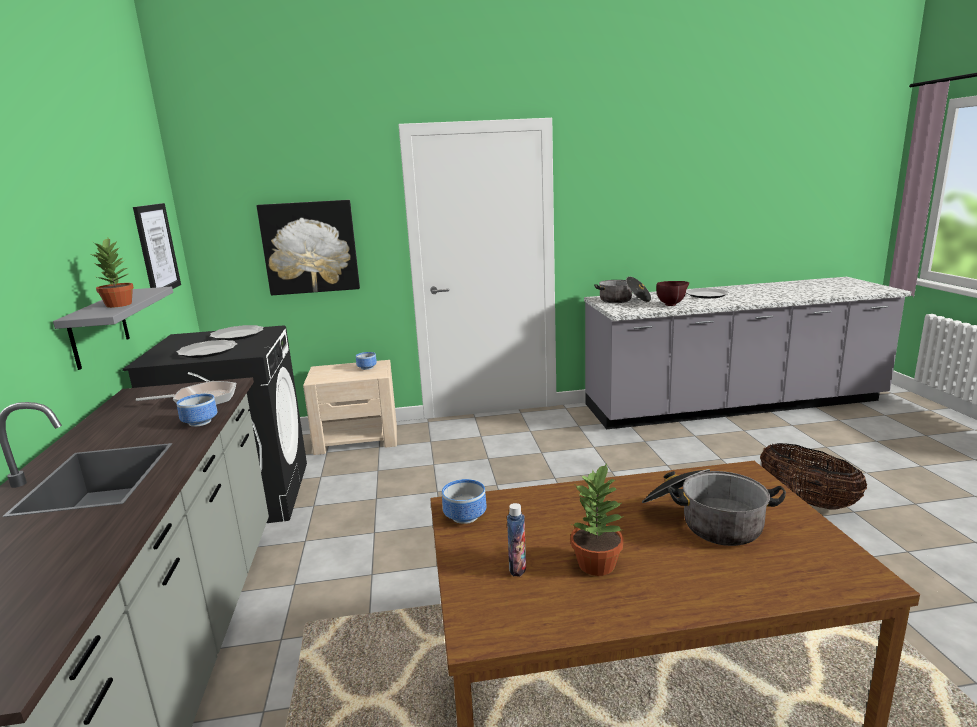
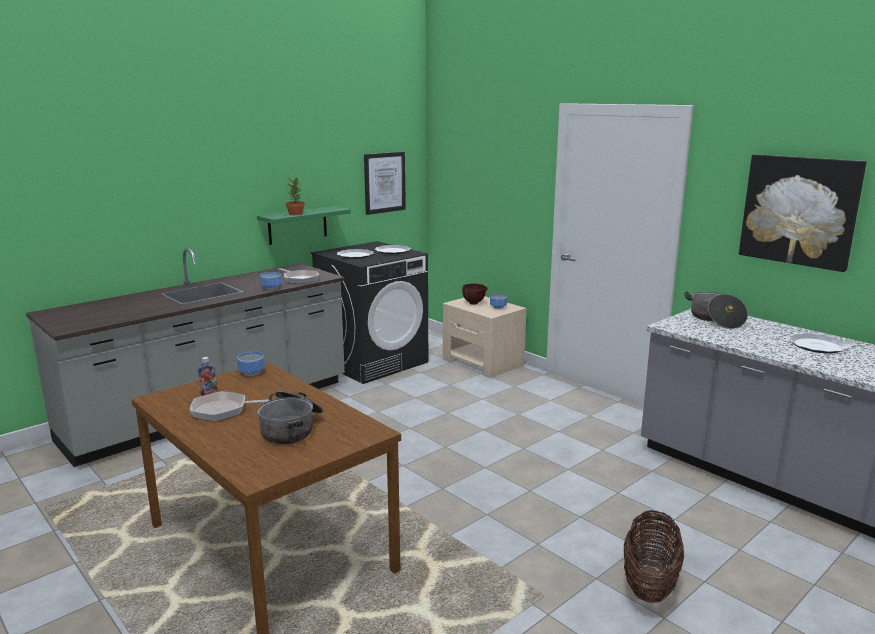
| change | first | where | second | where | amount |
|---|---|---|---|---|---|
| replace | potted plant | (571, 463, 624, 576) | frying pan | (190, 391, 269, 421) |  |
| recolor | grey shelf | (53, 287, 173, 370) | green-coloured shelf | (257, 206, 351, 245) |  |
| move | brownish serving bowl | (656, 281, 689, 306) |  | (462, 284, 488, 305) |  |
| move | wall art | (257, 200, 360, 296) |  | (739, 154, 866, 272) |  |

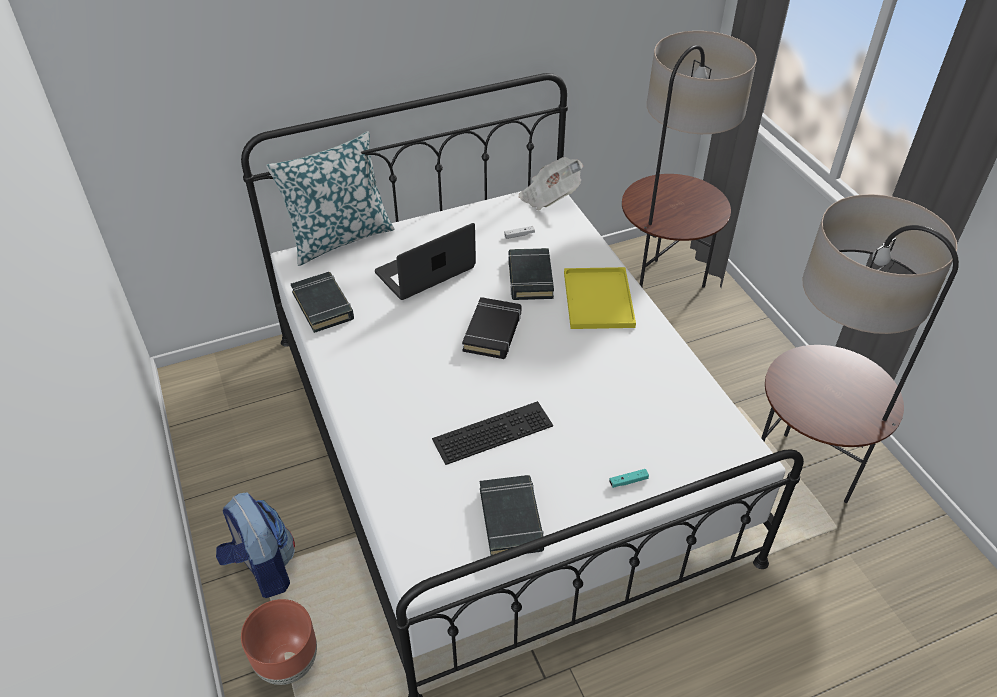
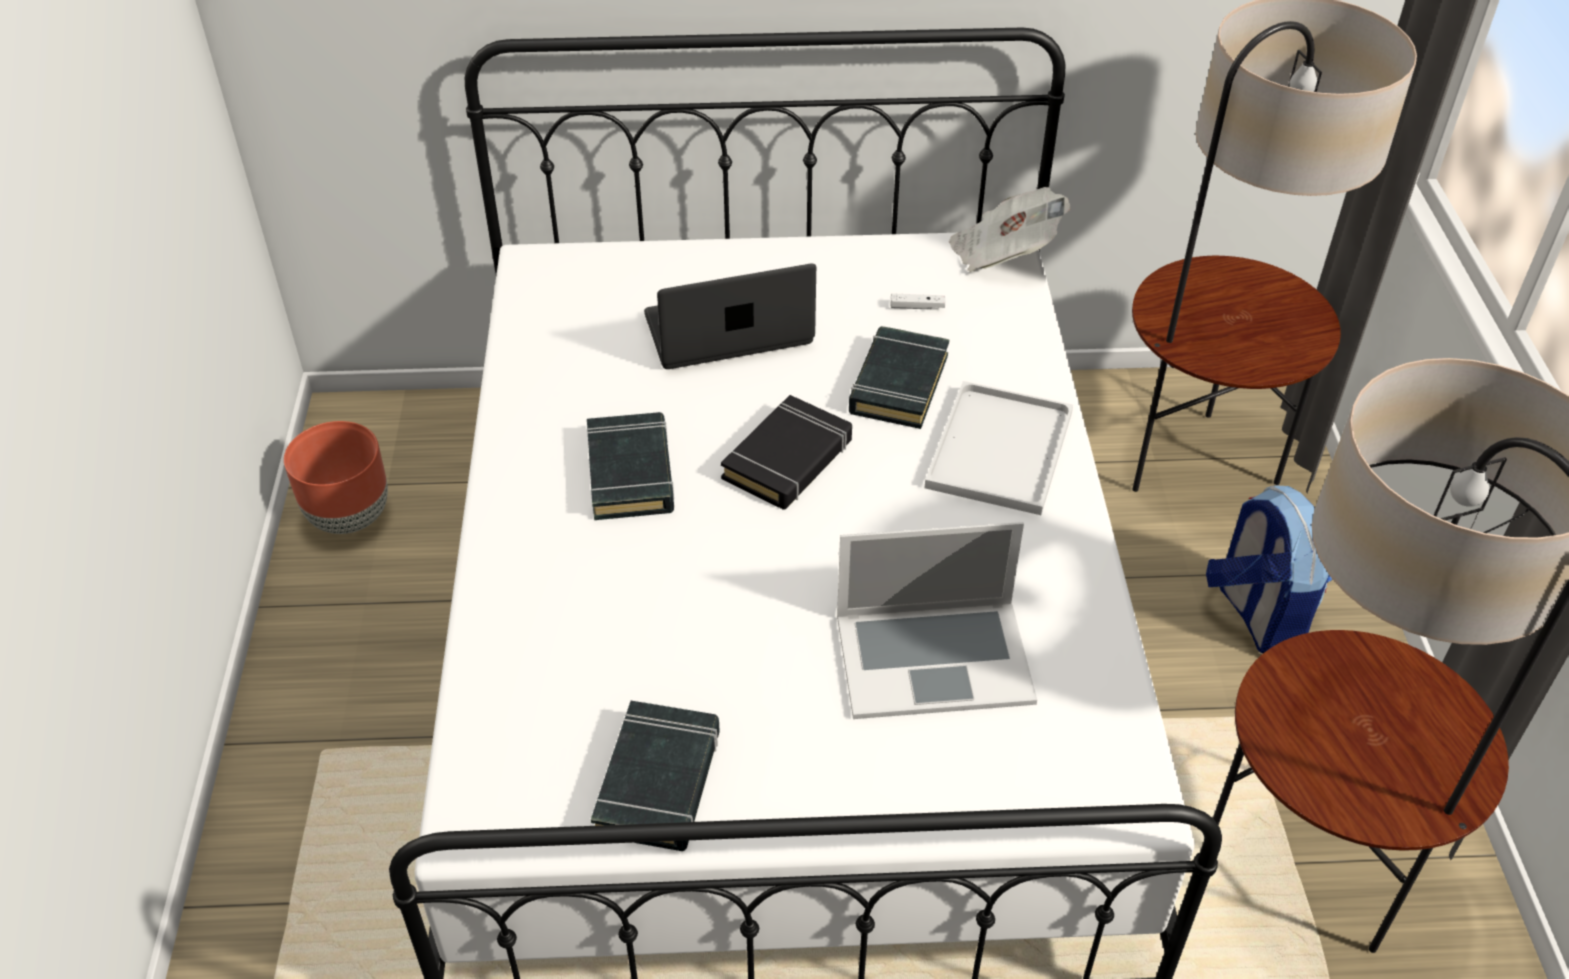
| change | first | where | second | where | amount |
|---|---|---|---|---|---|
| move | brownish planter | (241, 599, 317, 685) |  | (284, 421, 388, 534) |  |
| move | black volume | (291, 272, 354, 333) |  | (587, 412, 674, 520) |  |
| insert |  |  | portable computer | (837, 522, 1037, 719) |  |
| recolor | yellow-coloured tray | (564, 267, 636, 329) | white tray | (925, 381, 1073, 515) |  |
| move | knapsack | (216, 493, 295, 598) |  | (1206, 485, 1332, 654) |  |
| delete | cushion | (266, 131, 394, 266) |  |  |  |
| delete | PC keyboard | (432, 401, 553, 465) |  |  |  |
| delete | turquoise game controller | (609, 469, 649, 488) |  |  |  |

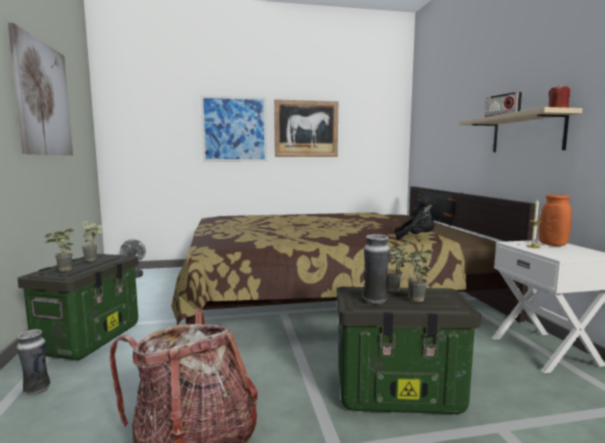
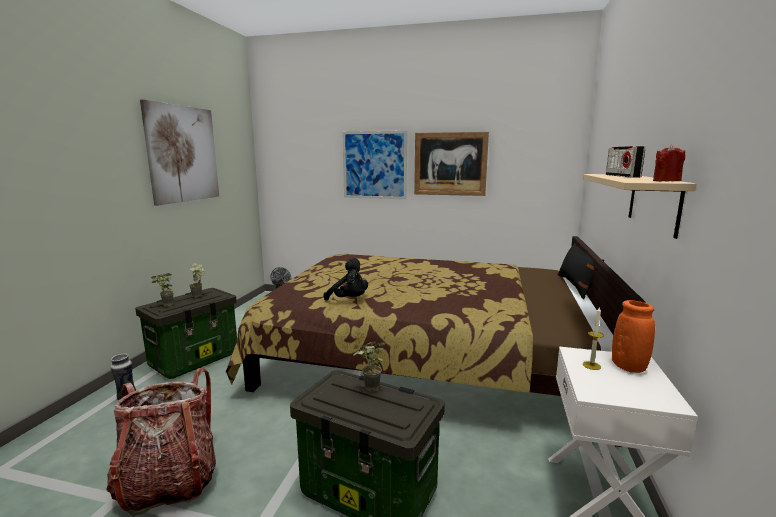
| change | first | where | second | where | amount |
|---|---|---|---|---|---|
| move | black plush toy | (395, 195, 436, 240) |  | (324, 258, 368, 301) |  |
| delete | decorative vase | (363, 234, 390, 304) |  |  |  |
| delete | potted plant | (400, 249, 434, 302) |  |  |  |

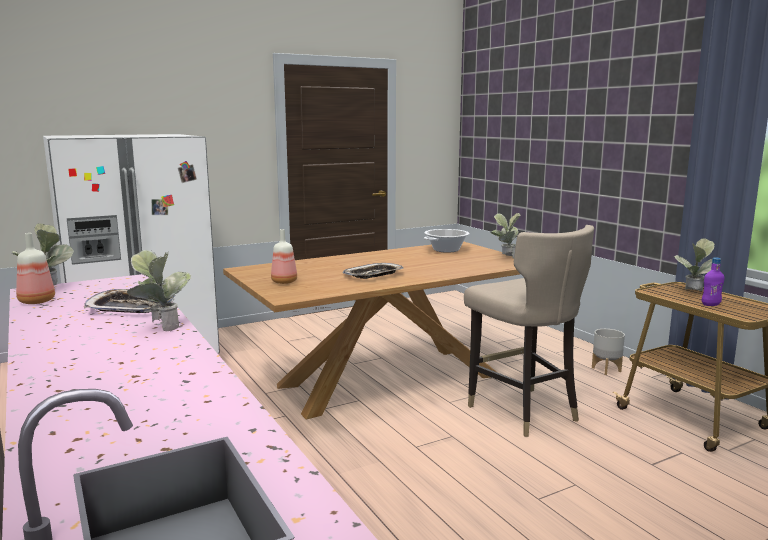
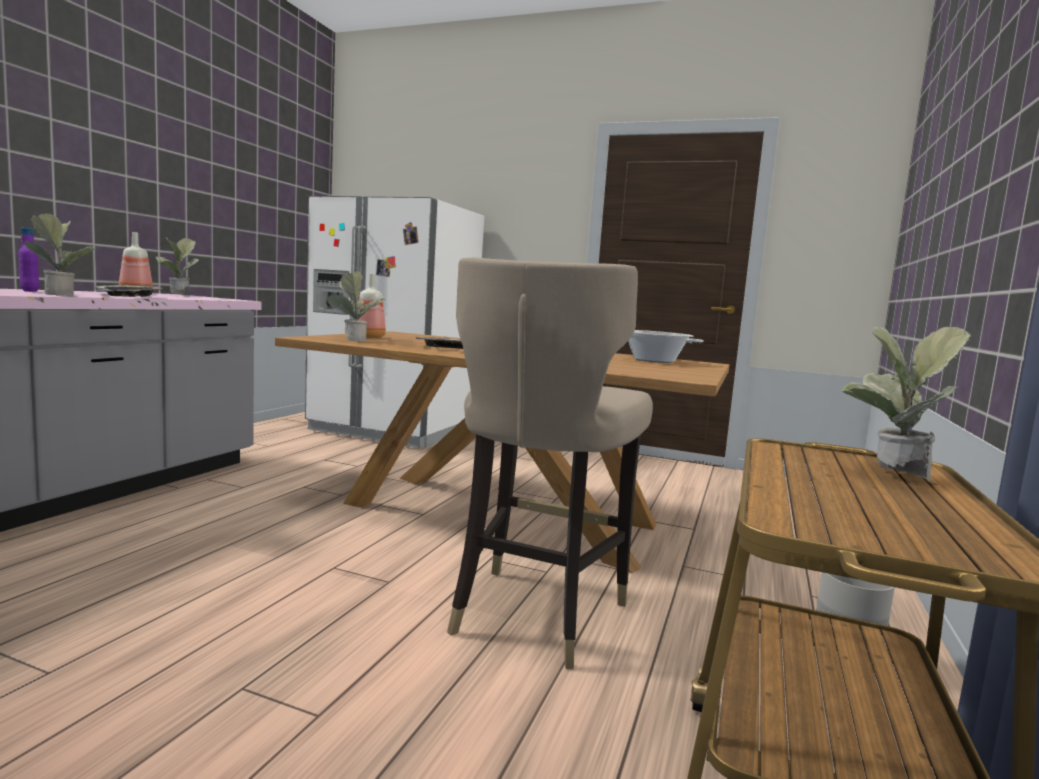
| change | first | where | second | where | amount |
|---|---|---|---|---|---|
| move | purplish bottle | (702, 257, 724, 306) |  | (19, 228, 40, 292) |  |
| move | potted plant | (491, 213, 521, 259) |  | (326, 271, 385, 342) |  |

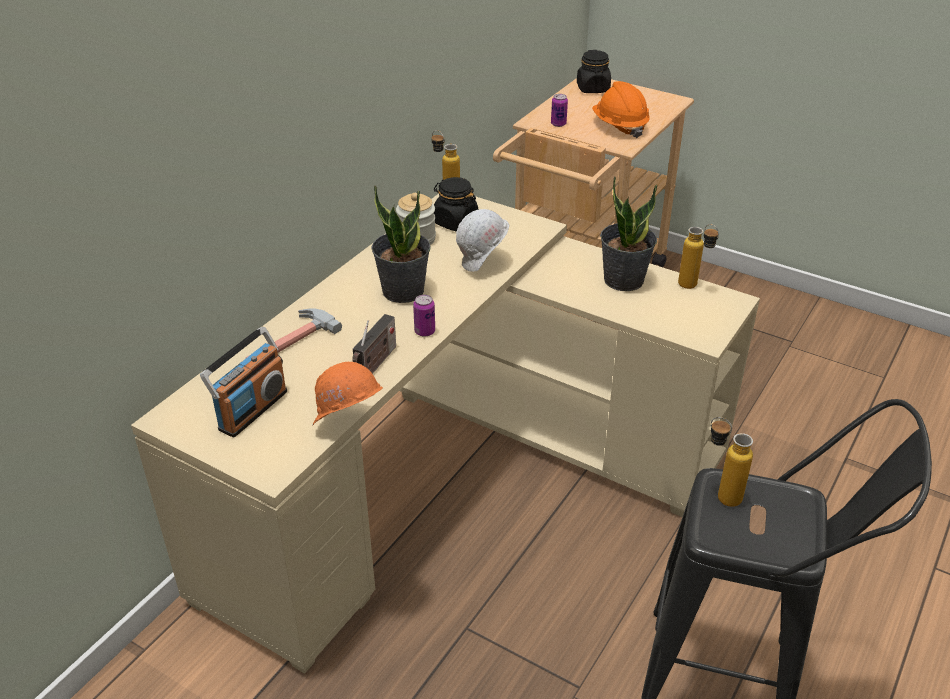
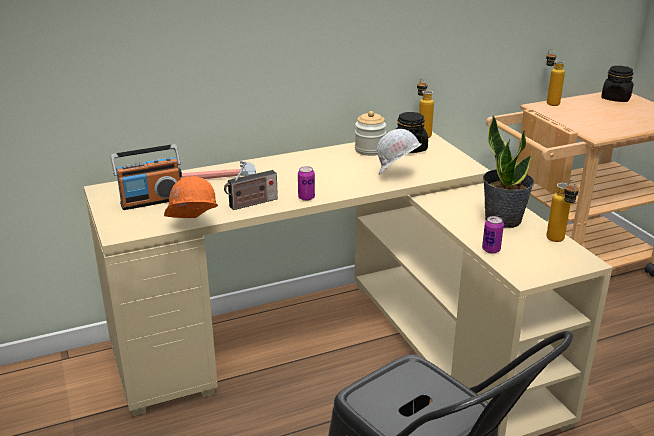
| change | first | where | second | where | amount |
|---|---|---|---|---|---|
| move | sealed can | (551, 94, 568, 127) |  | (482, 216, 504, 254) |  |
| move | bottle | (710, 417, 753, 507) |  | (546, 49, 565, 106) |  |
| delete | potted plant | (371, 185, 431, 303) |  |  |  |
| delete | orange work helmet | (592, 81, 650, 138) |  |  |  |

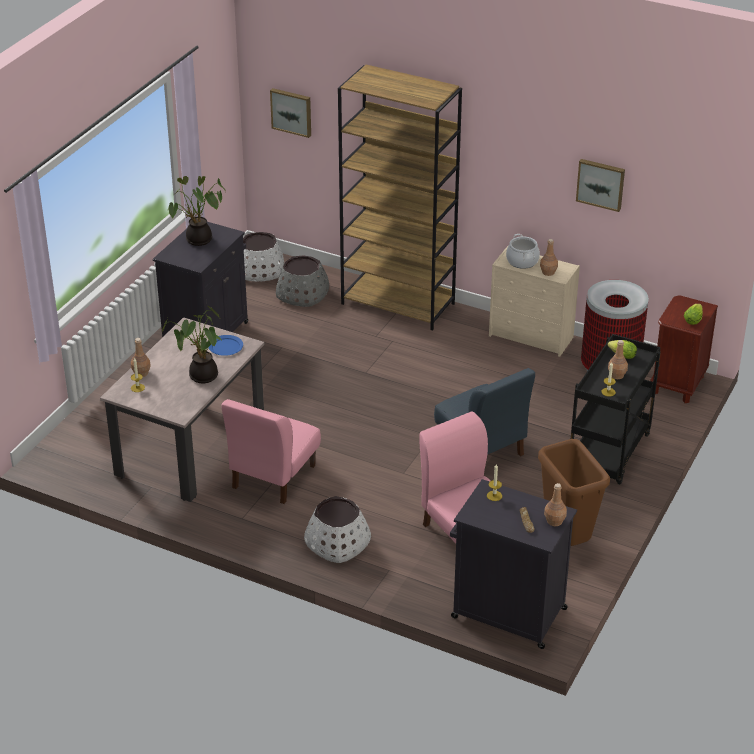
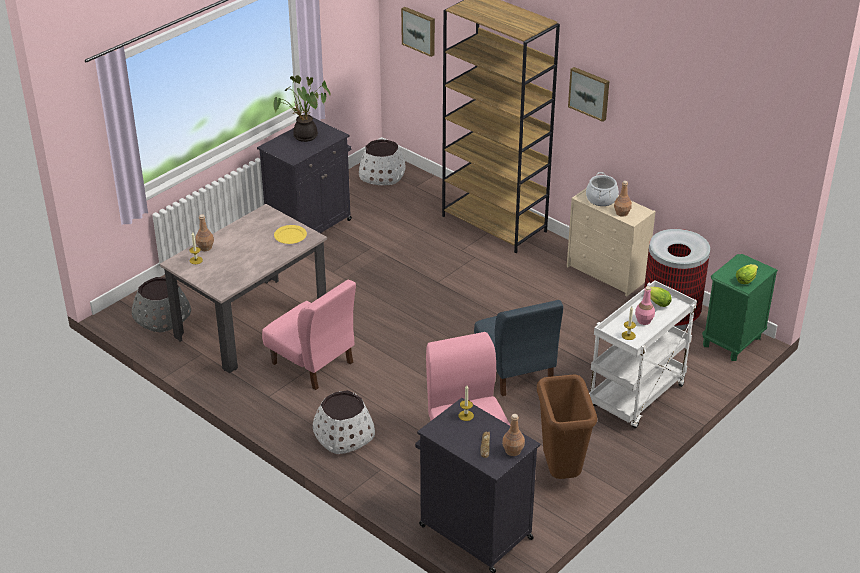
| change | first | where | second | where | amount |
|---|---|---|---|---|---|
| move | grey planter | (276, 255, 329, 307) |  | (132, 277, 191, 332) |  |
| rotate | pink-coloured upright chair | (222, 399, 321, 504) |  | (262, 280, 356, 390) | 90 degrees counterclockwise |
| recolor | blue flat dish | (208, 335, 243, 356) | yellow-coloured flat dish | (274, 225, 307, 244) |  |
| move | wall art | (576, 159, 625, 212) |  | (568, 67, 609, 122) |  |
| recolor | black cart | (571, 334, 661, 485) | white cart | (589, 280, 697, 428) |  |
| recolor | brownish bottle | (608, 340, 628, 379) | pink-coloured bottle | (635, 286, 655, 325) |  |
| recolor | brownish night table | (650, 295, 718, 403) | green-coloured night table | (702, 254, 778, 361) |  |
| delete | potted plant | (162, 305, 221, 383) |  |  |  |

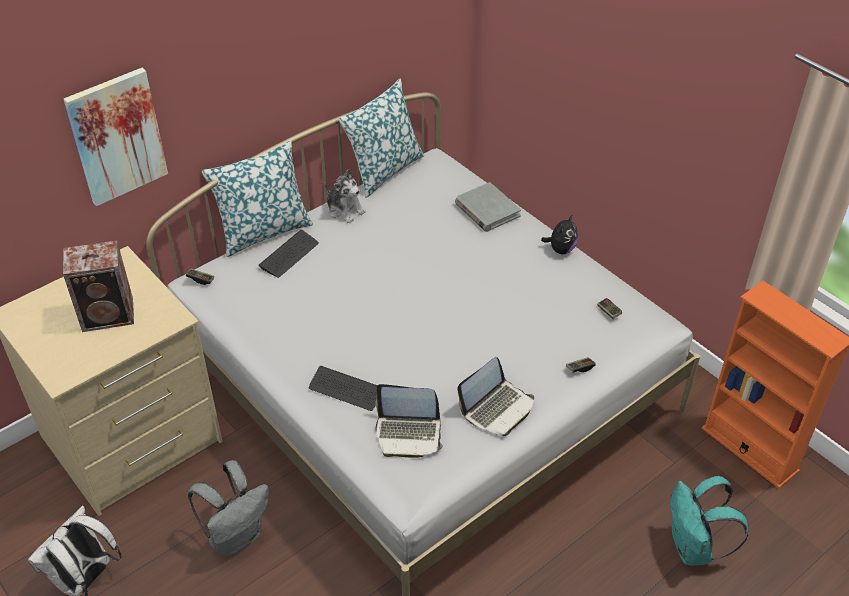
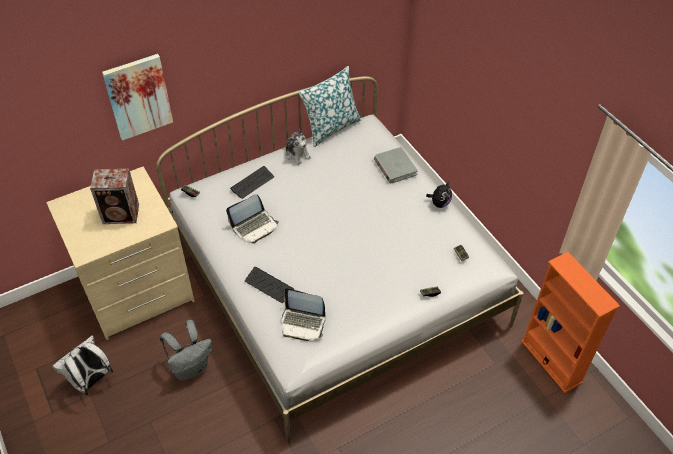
| change | first | where | second | where | amount |
|---|---|---|---|---|---|
| move | portable computer | (457, 357, 534, 436) |  | (226, 194, 278, 244) |  |
| delete | cushion | (202, 140, 313, 257) |  |  |  |
| delete | turquoise knapsack | (670, 476, 748, 566) |  |  |  |

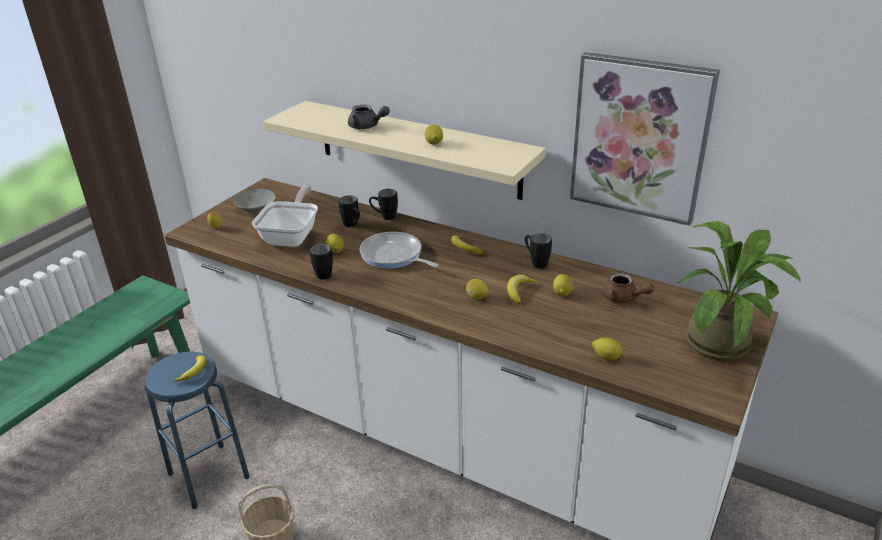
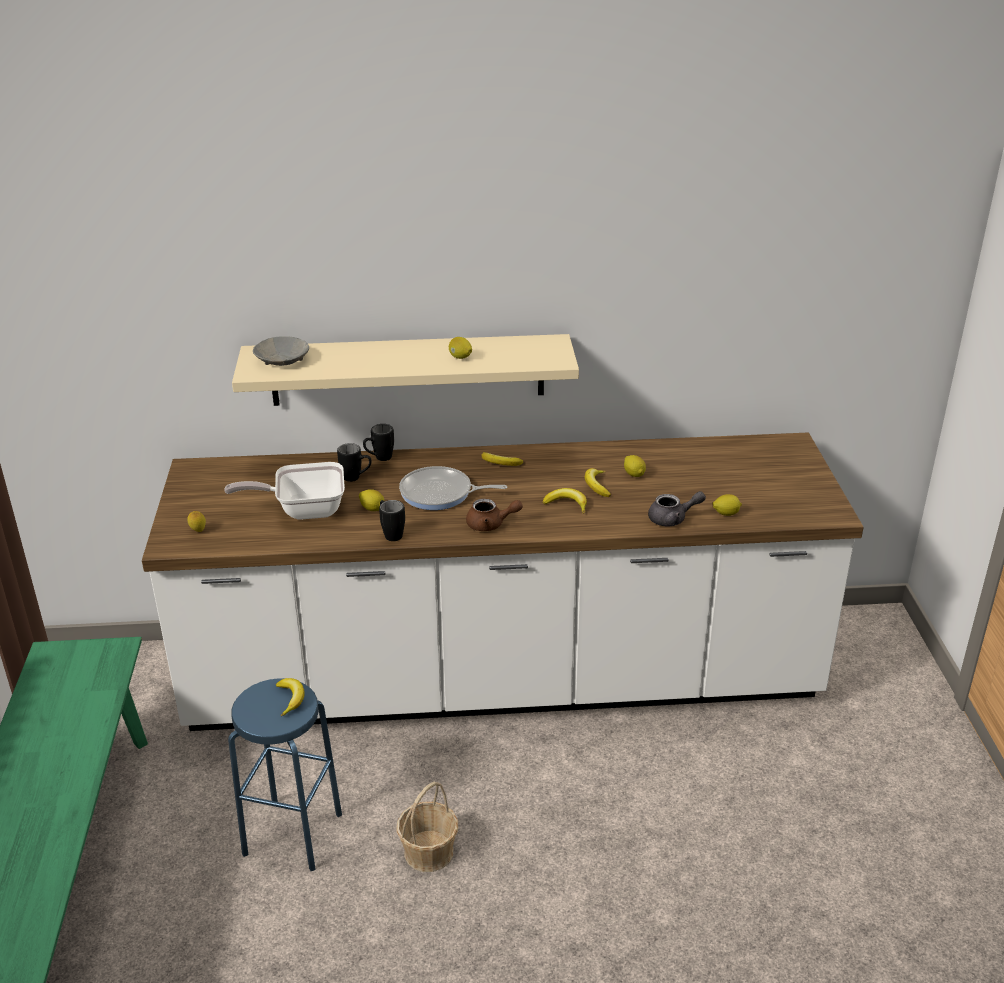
| change | first | where | second | where | amount |
|---|---|---|---|---|---|
| rotate | frying pan | (252, 185, 318, 247) |  | (224, 462, 345, 520) | 75 degrees counterclockwise |
| move | grey serving bowl | (233, 189, 276, 212) |  | (253, 336, 309, 366) |  |
| move | brownish teapot | (602, 273, 655, 303) |  | (466, 499, 523, 531) |  |
| replace | citrus fruit | (466, 279, 489, 299) | banana fruit | (543, 488, 587, 513) |  |
| move | grey teapot | (348, 105, 390, 129) |  | (648, 491, 706, 526) |  |
| delete | black tea mug | (525, 233, 552, 268) |  |  |  |
| delete | wall art | (570, 52, 720, 226) |  |  |  |
| delete | potted plant | (677, 221, 801, 361) |  |  |  |

